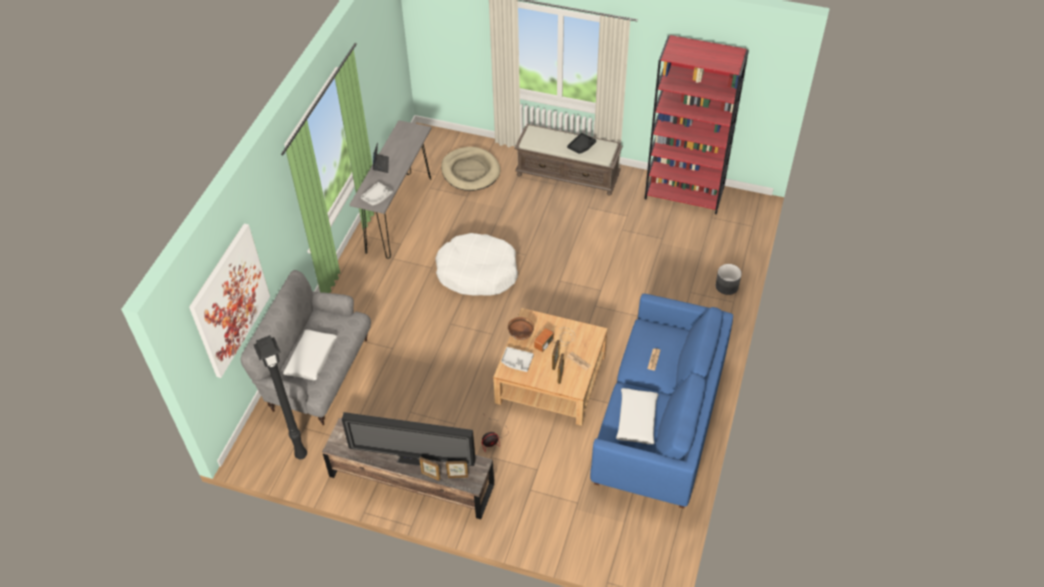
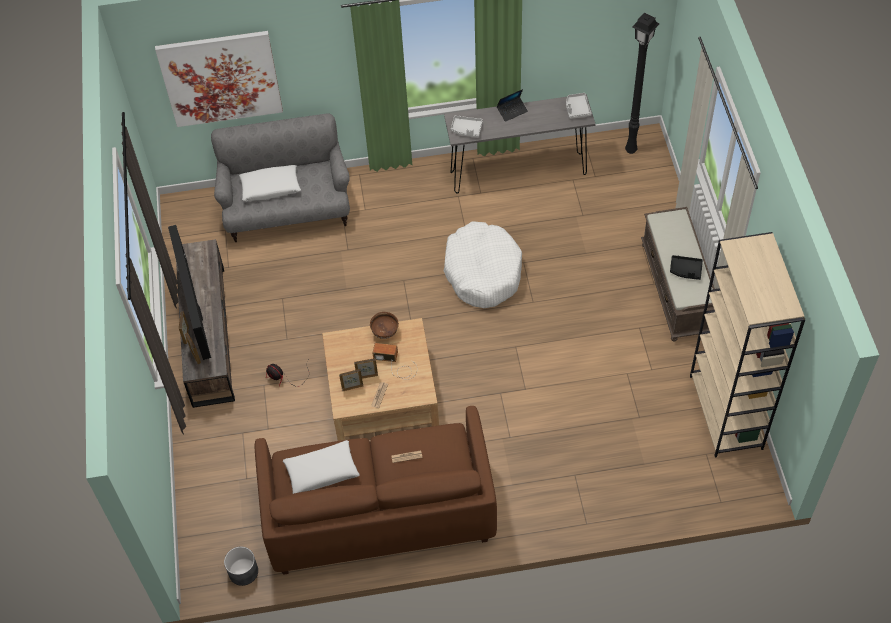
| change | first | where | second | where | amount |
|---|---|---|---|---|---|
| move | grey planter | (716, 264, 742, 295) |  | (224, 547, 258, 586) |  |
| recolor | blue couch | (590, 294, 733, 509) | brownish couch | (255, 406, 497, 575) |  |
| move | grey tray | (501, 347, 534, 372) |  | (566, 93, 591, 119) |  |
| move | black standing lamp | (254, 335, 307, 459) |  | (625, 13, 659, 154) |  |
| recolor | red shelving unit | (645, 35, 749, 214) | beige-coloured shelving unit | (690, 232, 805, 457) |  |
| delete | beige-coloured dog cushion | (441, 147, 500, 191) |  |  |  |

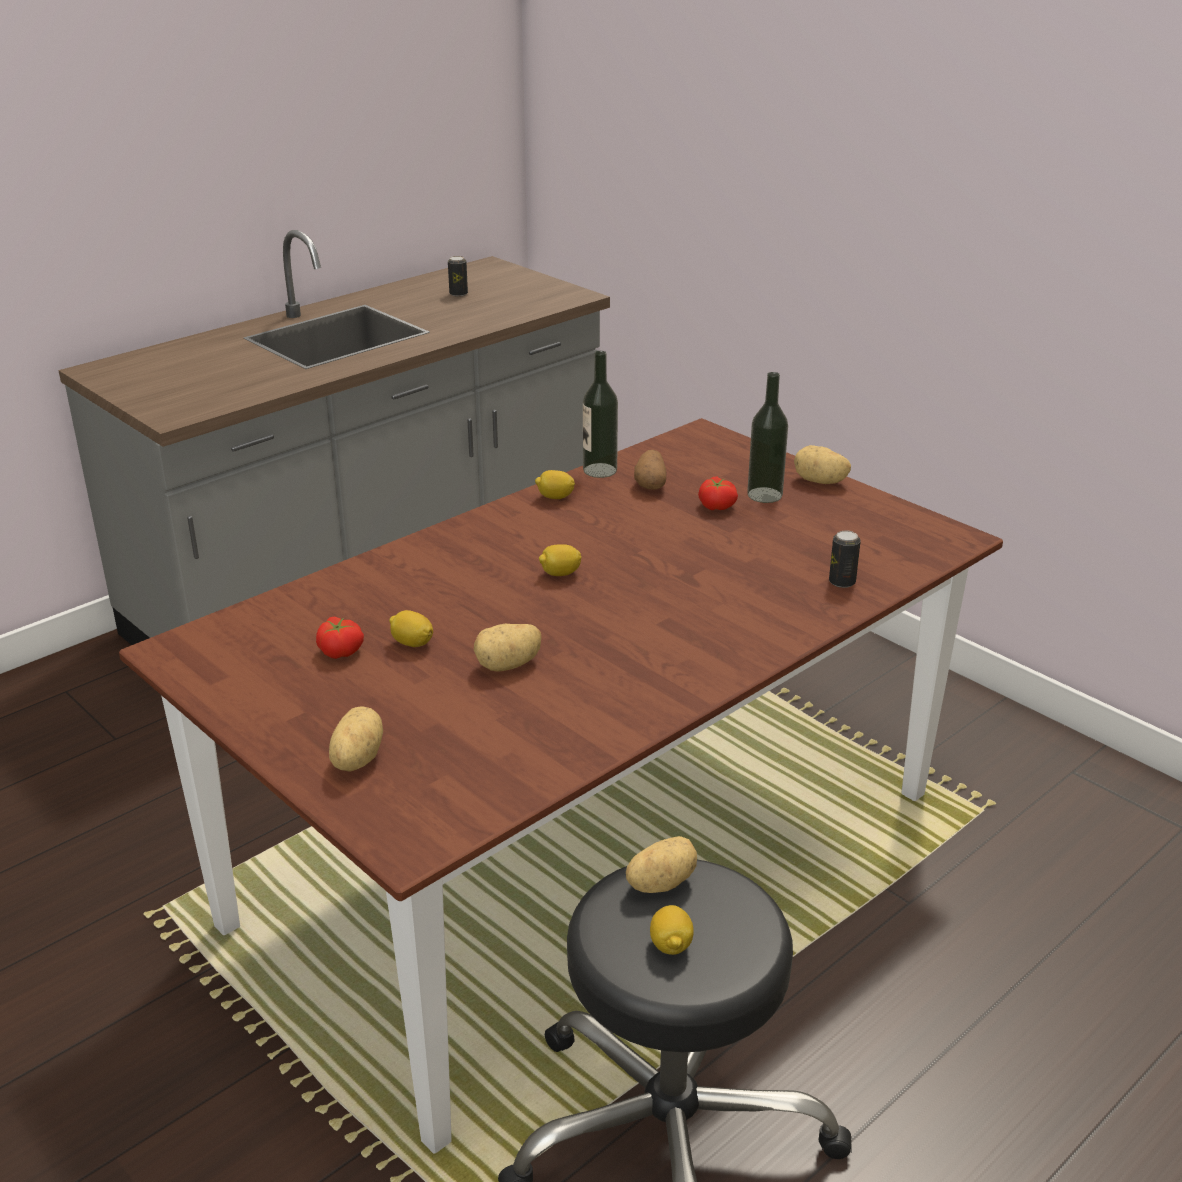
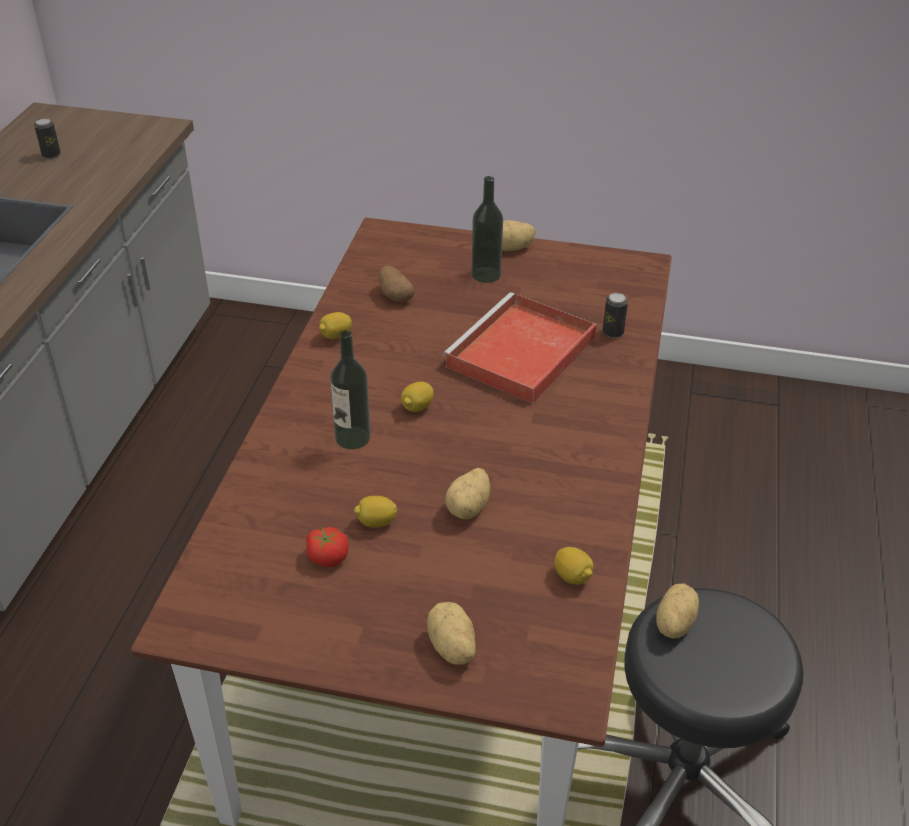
| change | first | where | second | where | amount |
|---|---|---|---|---|---|
| move | bottle | (583, 351, 618, 478) |  | (330, 330, 371, 449) |  |
| insert |  |  | red tray | (443, 292, 597, 403) |  |
| move | citrus fruit | (650, 905, 694, 955) |  | (554, 547, 594, 585) |  |
| delete | whole tomato | (698, 477, 738, 510) |  |  |  |

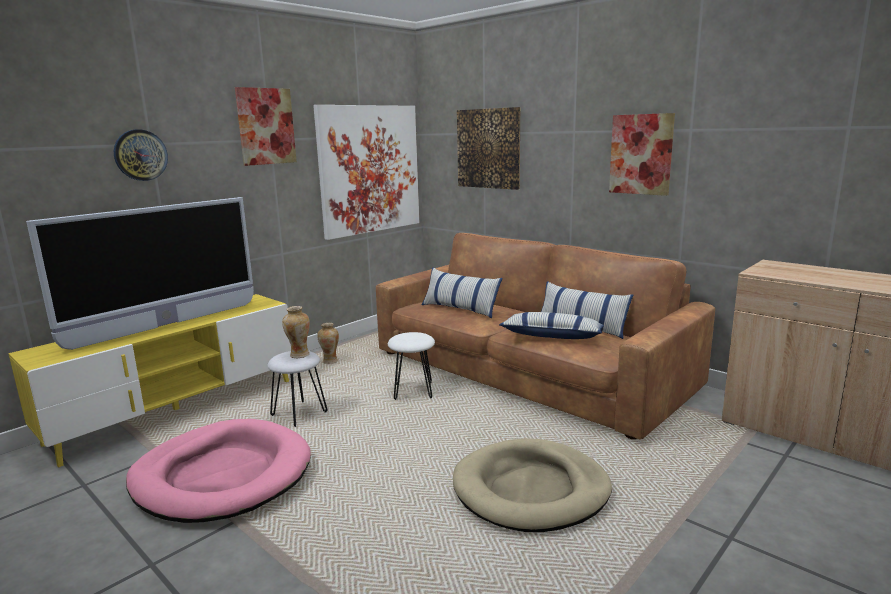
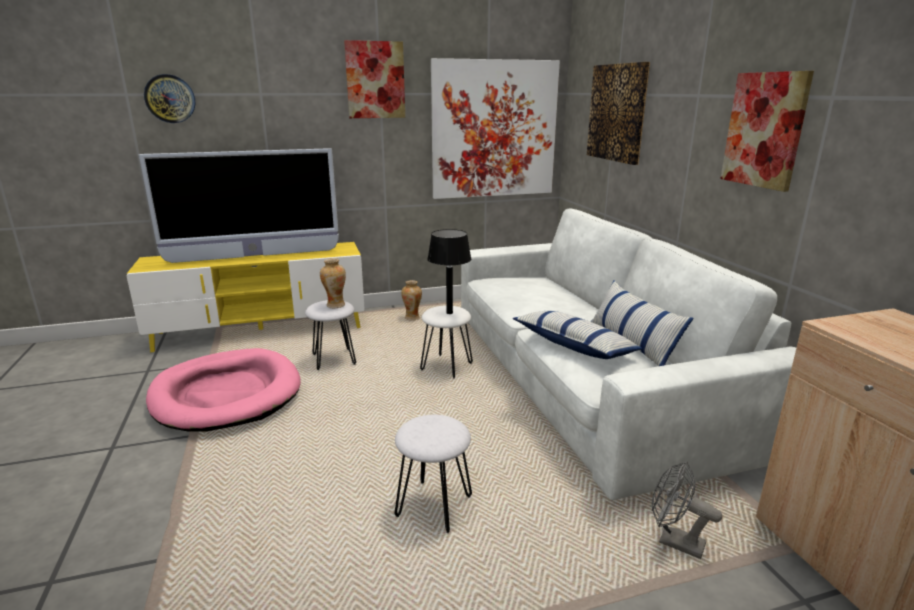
| change | first | where | second | where | amount |
|---|---|---|---|---|---|
| move | clock on the wall | (114, 129, 168, 181) |  | (144, 74, 195, 123) |  |
| replace | beige-coloured dog cushion | (453, 438, 612, 532) | white stool | (395, 415, 472, 533) |  |
| insert |  |  | black lamp for a table | (427, 229, 471, 314) |  |
| recolor | brownish couch | (376, 233, 715, 439) | white couch | (461, 209, 796, 500) |  |
| insert |  |  | grey electric fan | (652, 462, 722, 559) |  |
| delete | cushion | (422, 268, 502, 318) |  |  |  |

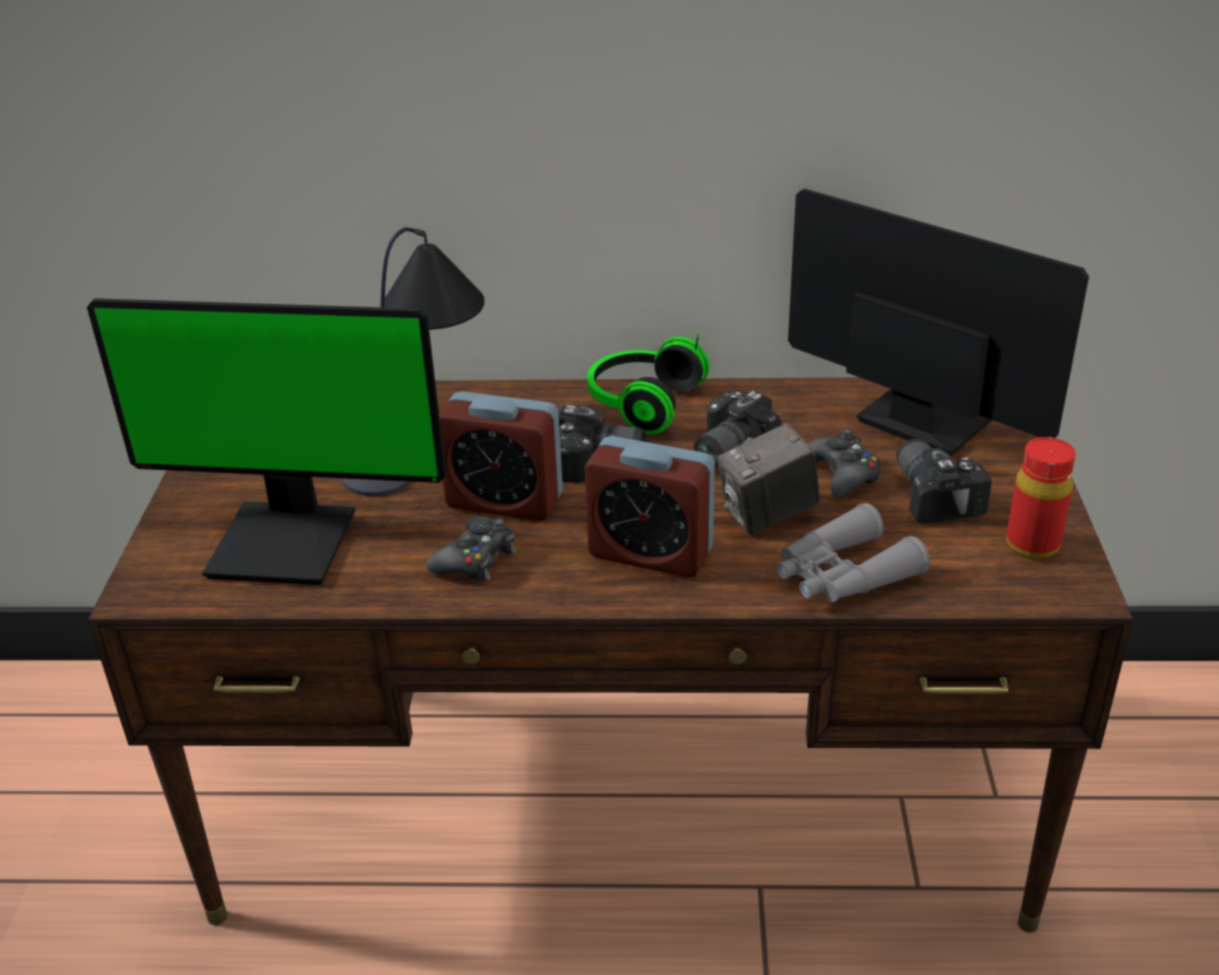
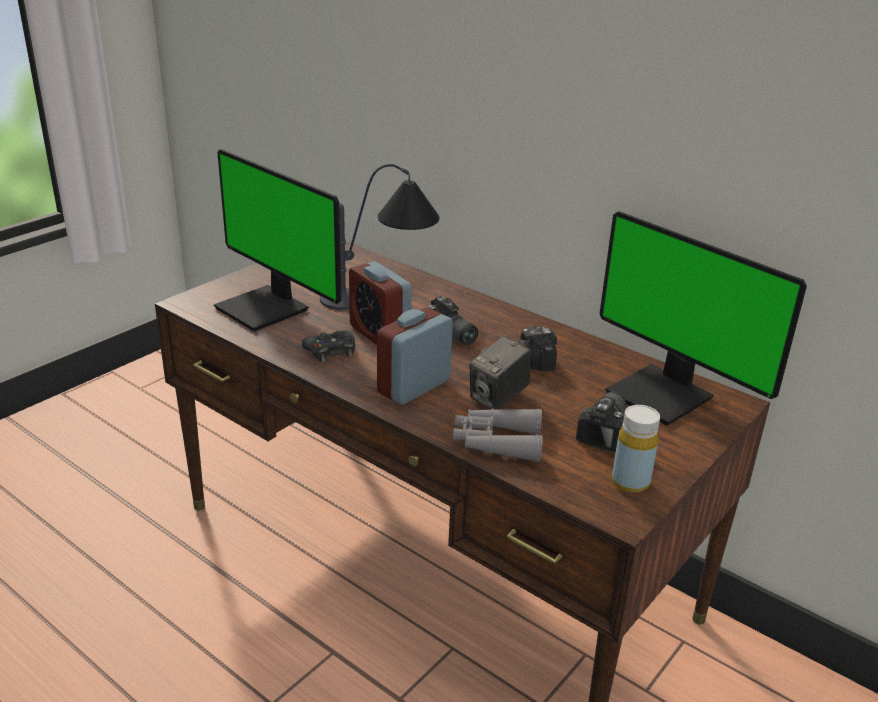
| change | first | where | second | where | amount |
|---|---|---|---|---|---|
| rotate | bedside clock | (585, 436, 715, 578) |  | (377, 308, 453, 404) | 75 degrees clockwise |
| rotate | still camera | (717, 423, 820, 535) |  | (470, 335, 530, 409) | 60 degrees counterclockwise |
| rotate | computer display | (788, 188, 1089, 456) |  | (599, 211, 807, 426) | 150 degrees clockwise |
| recolor | red bottle | (1006, 437, 1076, 559) | yellow-coloured bottle | (612, 405, 660, 493) |  |
| delete | headset | (587, 332, 710, 434) |  |  |  |
| delete | black game controller | (808, 429, 881, 497) |  |  |  |

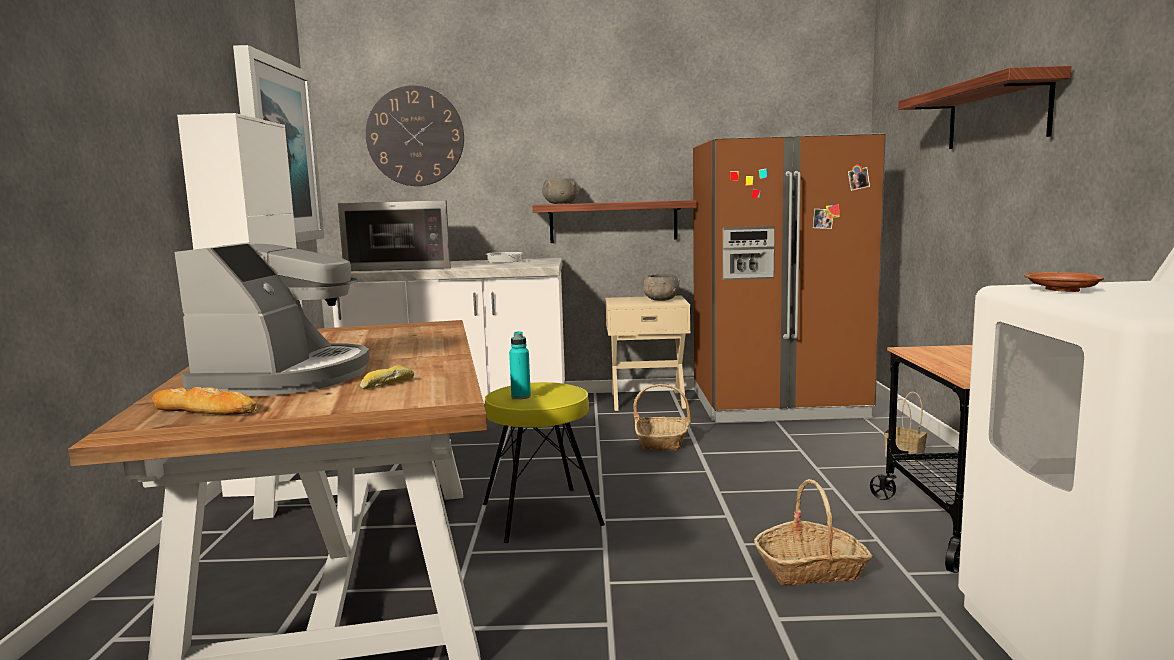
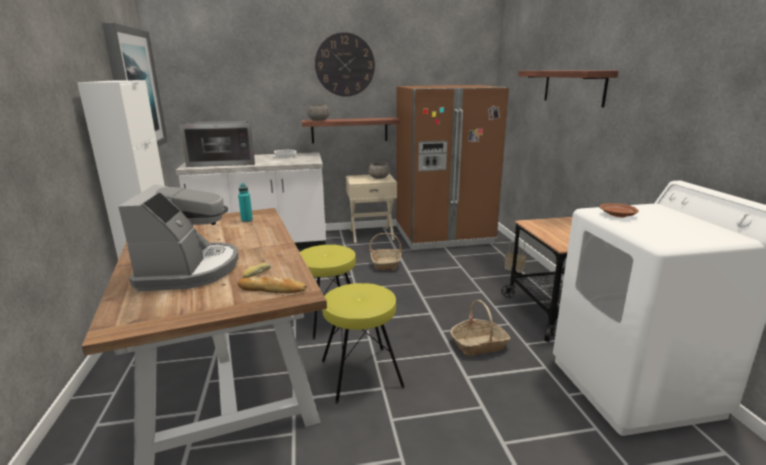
| change | first | where | second | where | amount |
|---|---|---|---|---|---|
| move | bread | (152, 387, 258, 415) |  | (237, 276, 307, 293) |  |
| move | turquoise bottle | (509, 331, 531, 399) |  | (238, 183, 253, 222) |  |
| move | clock on the wall | (366, 85, 464, 186) |  | (315, 32, 375, 97) |  |
| insert |  |  | yellow-coloured stool | (322, 283, 405, 404) |  |

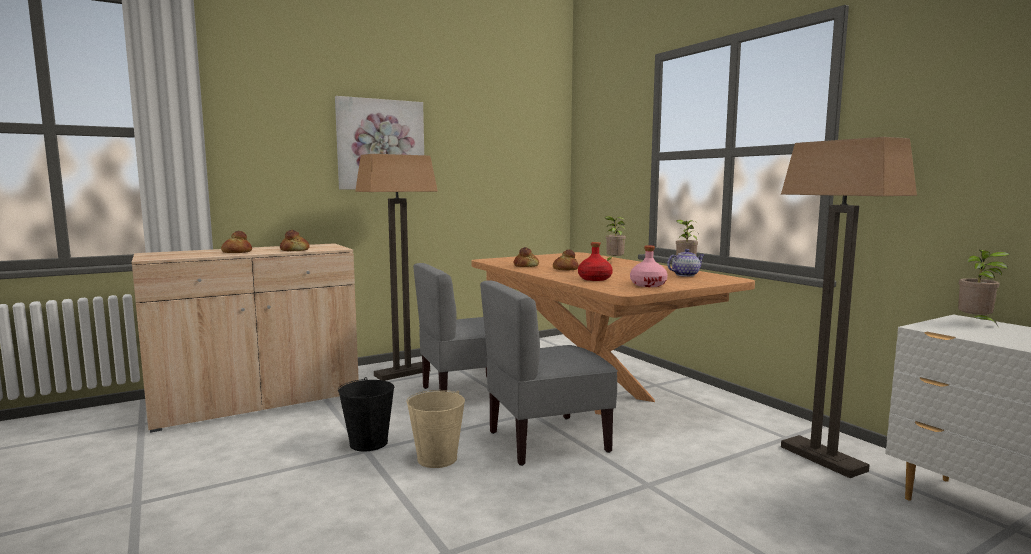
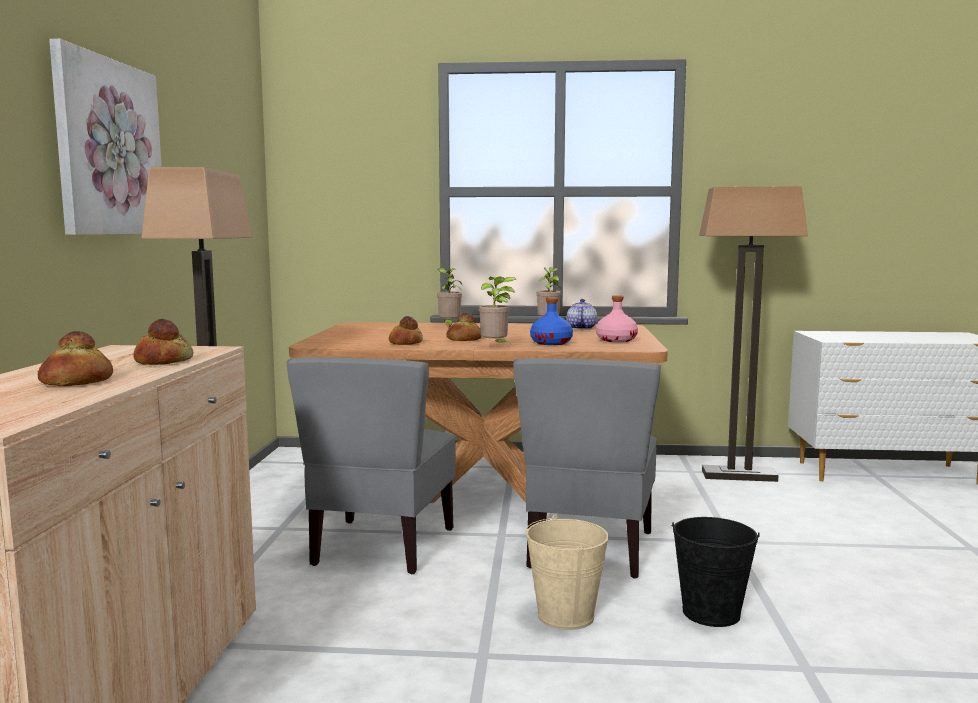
| change | first | where | second | where | amount |
|---|---|---|---|---|---|
| move | potted plant | (958, 250, 1010, 326) |  | (479, 277, 516, 346) |  |
| recolor | red bottle | (578, 242, 613, 281) | blue bottle | (530, 297, 573, 345) |  |
| move | black pail | (338, 377, 394, 451) |  | (672, 517, 760, 627) |  |

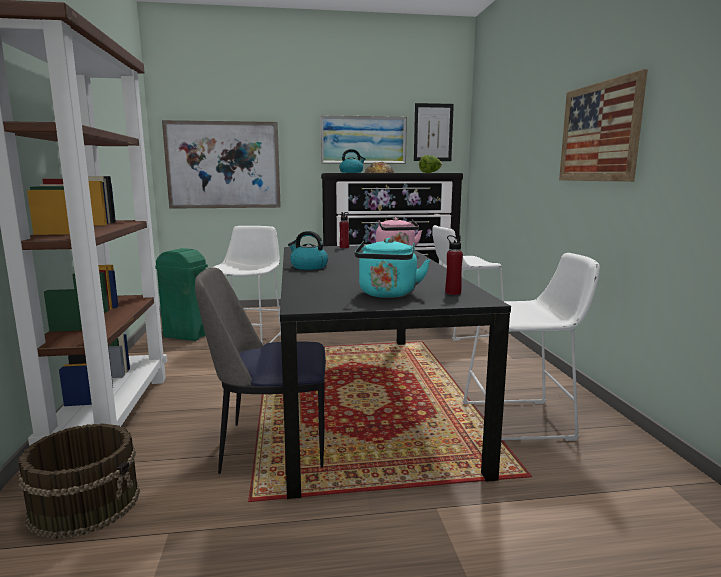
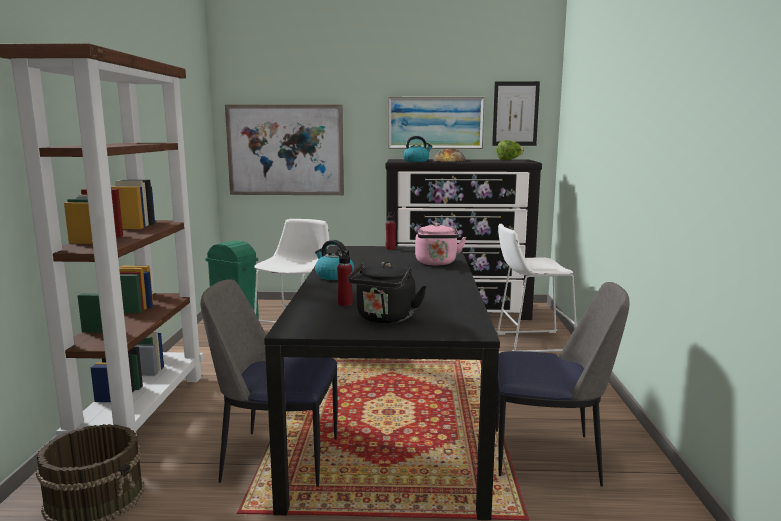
| change | first | where | second | where | amount |
|---|---|---|---|---|---|
| move | red bottle | (445, 235, 463, 295) |  | (337, 250, 353, 306) |  |
| recolor | turquoise tea kettle | (355, 238, 430, 298) | black tea kettle | (348, 262, 427, 323) |  |
| replace | white stool | (462, 253, 600, 441) | upright chair | (496, 282, 629, 487) |  |
| delete | wall art | (559, 69, 648, 182) |  |  |  |

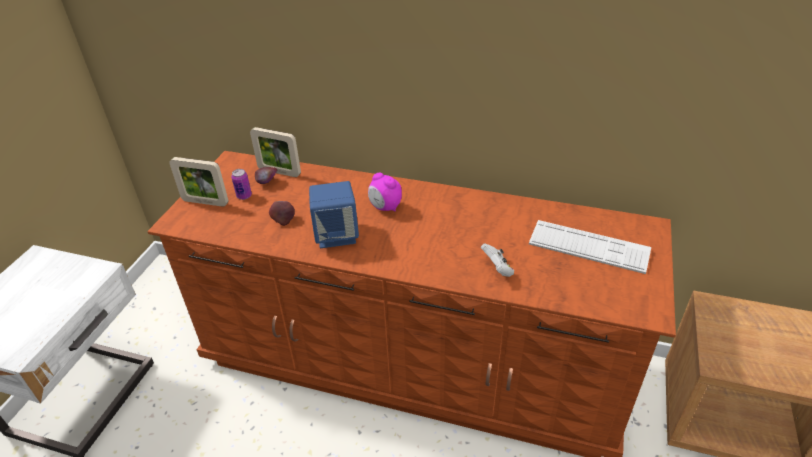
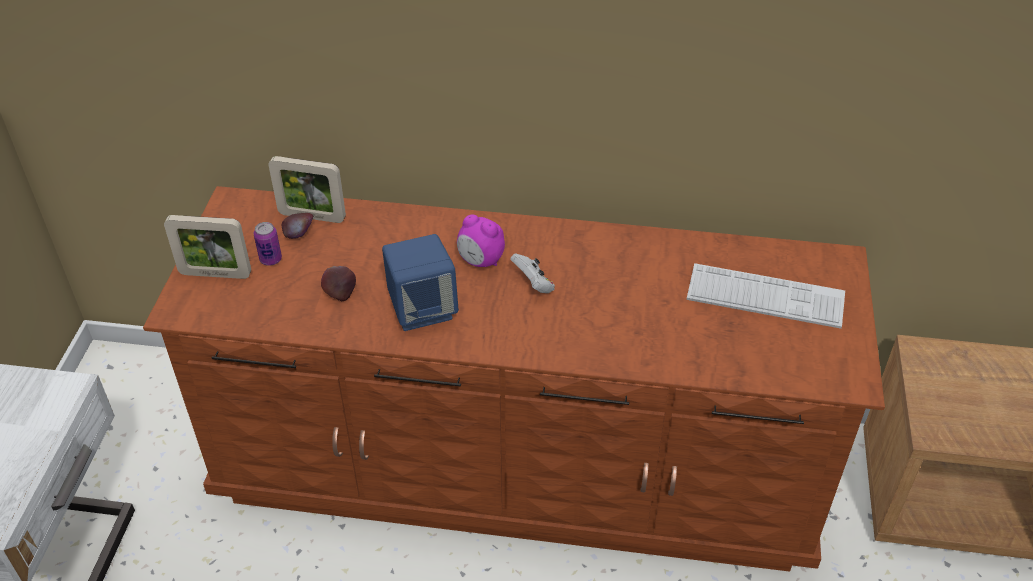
| change | first | where | second | where | amount |
|---|---|---|---|---|---|
| move | white game controller | (481, 244, 514, 277) |  | (510, 253, 555, 293) |  |

